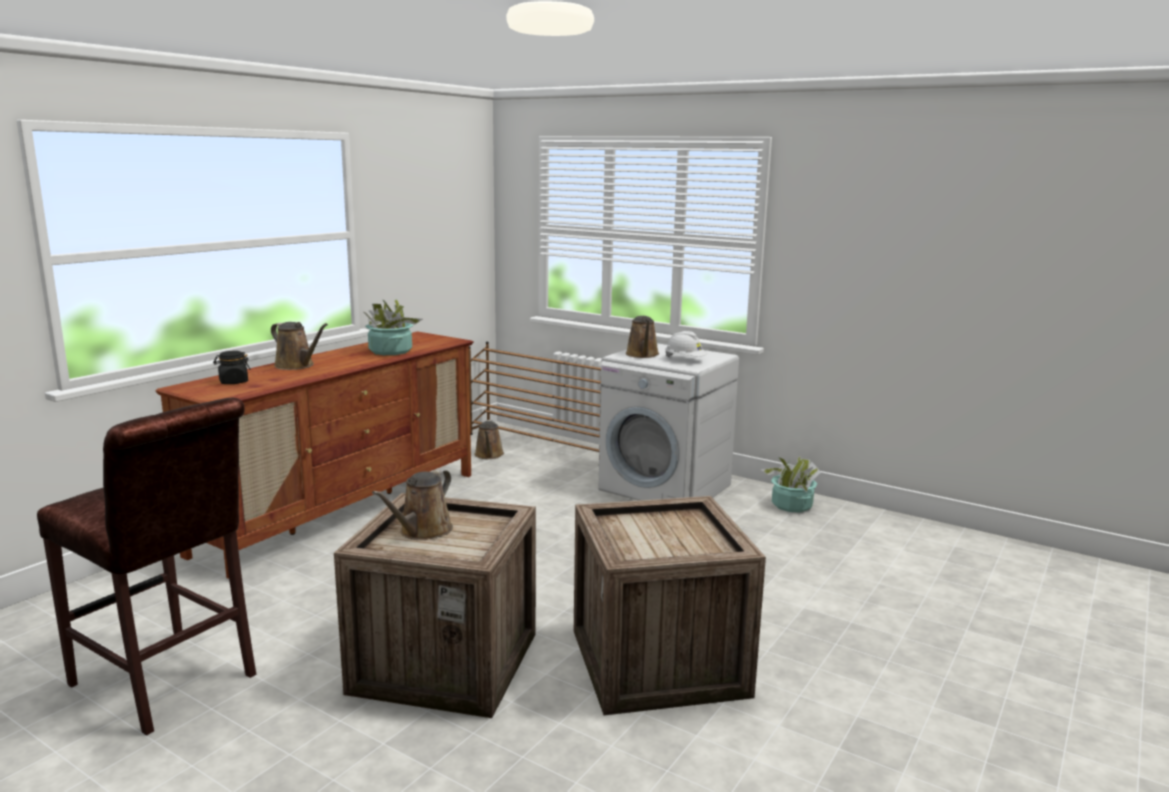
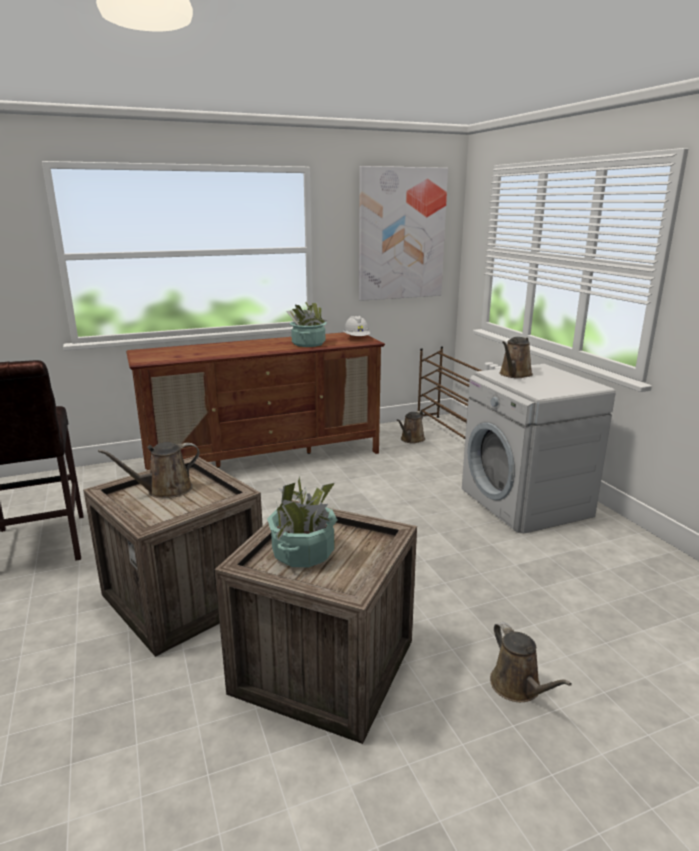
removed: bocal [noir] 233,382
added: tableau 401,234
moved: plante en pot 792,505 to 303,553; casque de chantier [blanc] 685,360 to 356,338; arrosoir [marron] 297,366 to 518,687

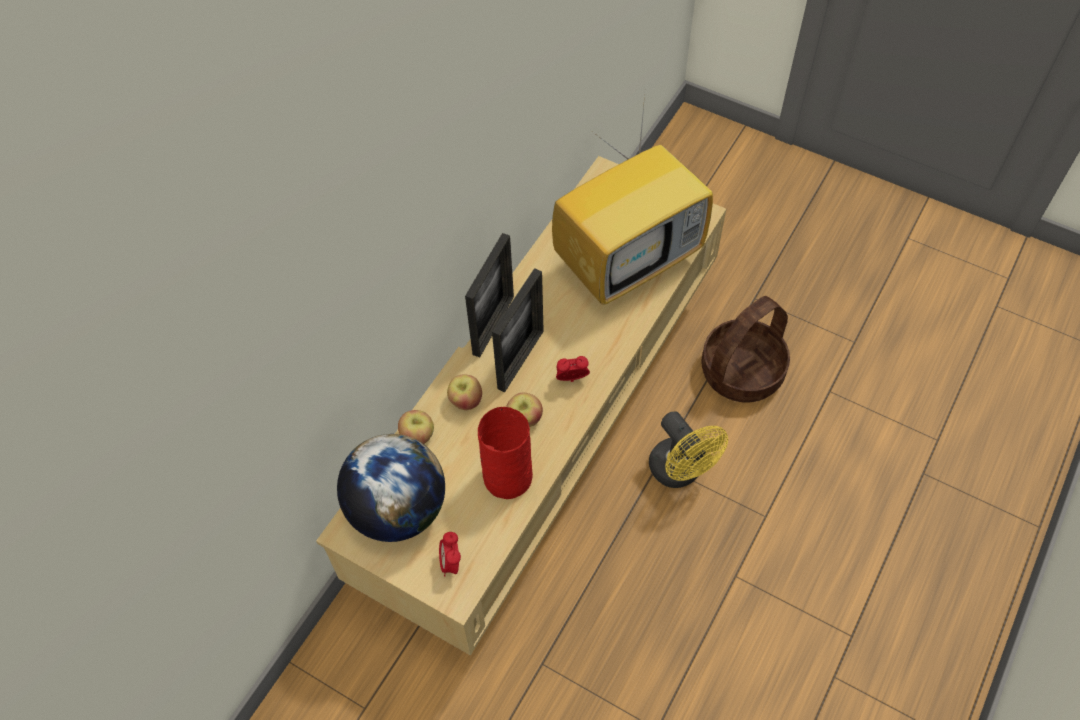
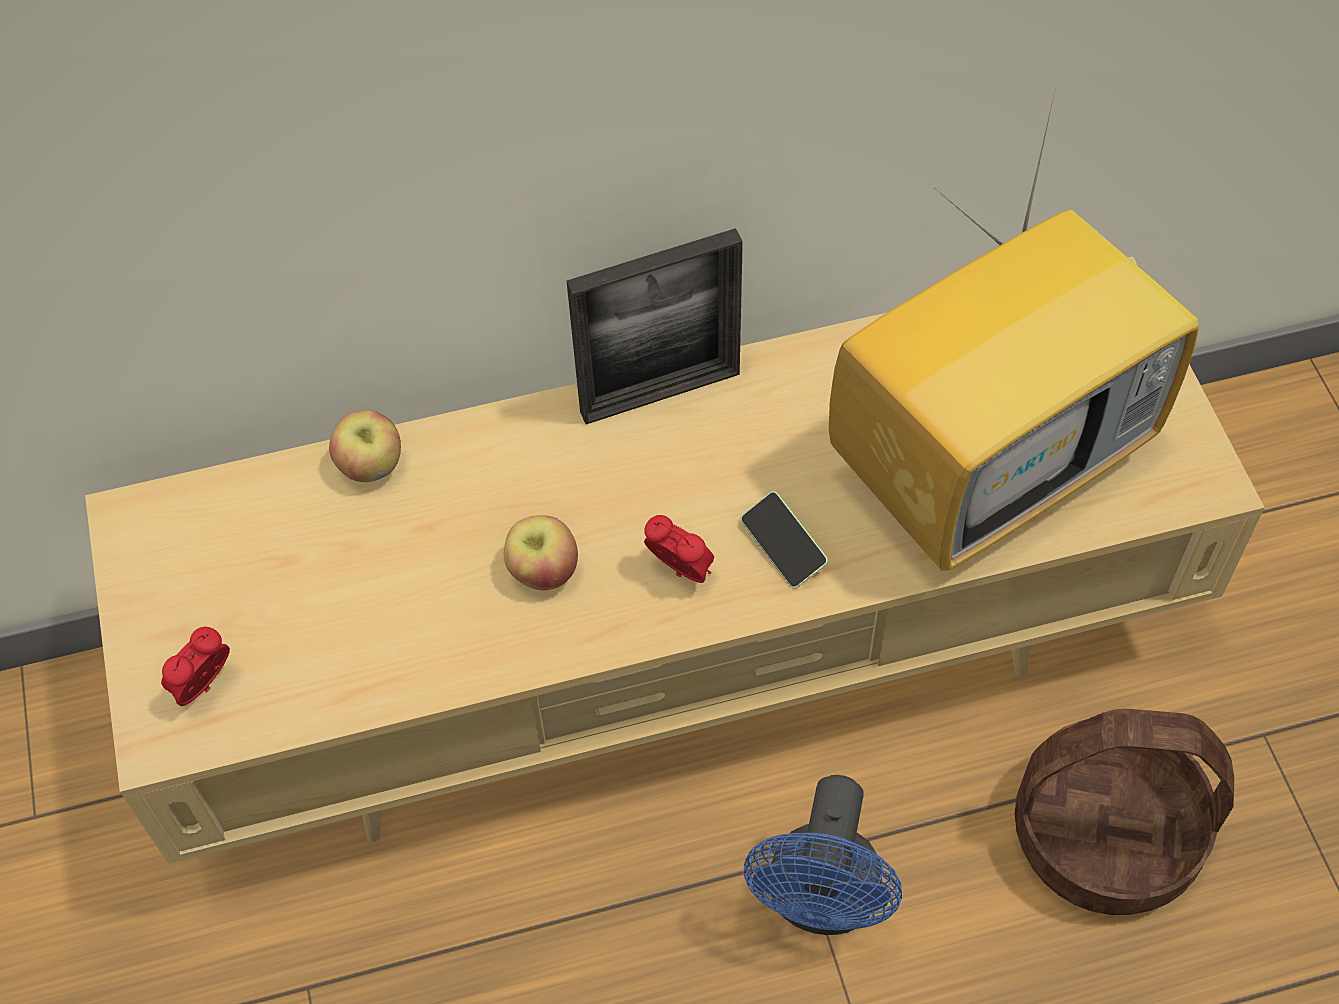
removed: globe 398,510; pomme 465,401; vase [rouge] 506,476; cadre photo 520,359
added: téléphone 783,547
recoloured: ventilateur [jaune] 681,472 to ventilateur [bleu] 822,902
turned: téléviseur 629,259 = 991,460 45 degrees counterclockwise

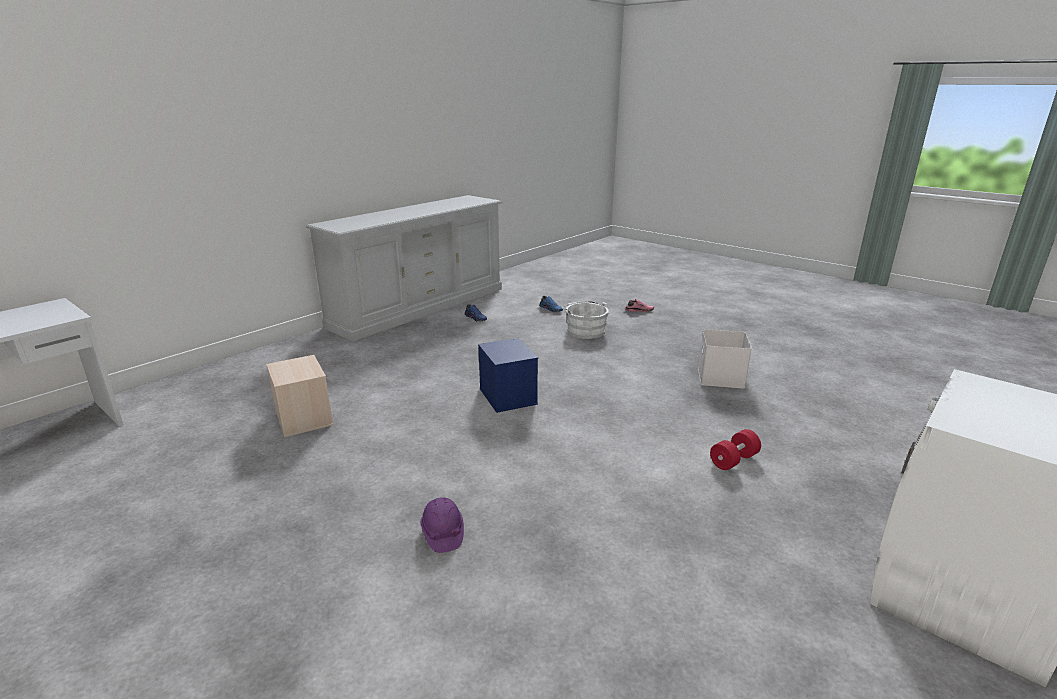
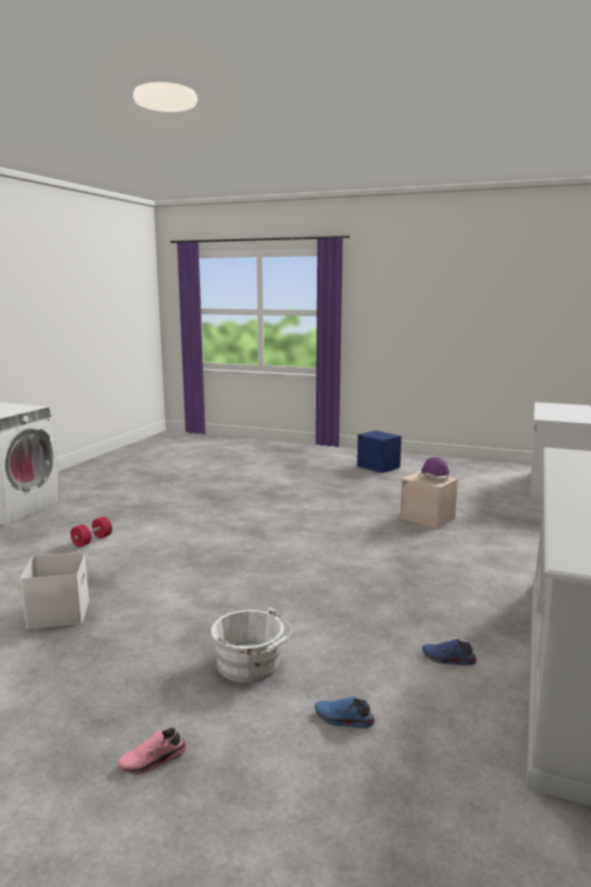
moved: boîte de rangement [bleu] 507,396 to 379,467; casque de chantier [violet] 442,533 to 433,478

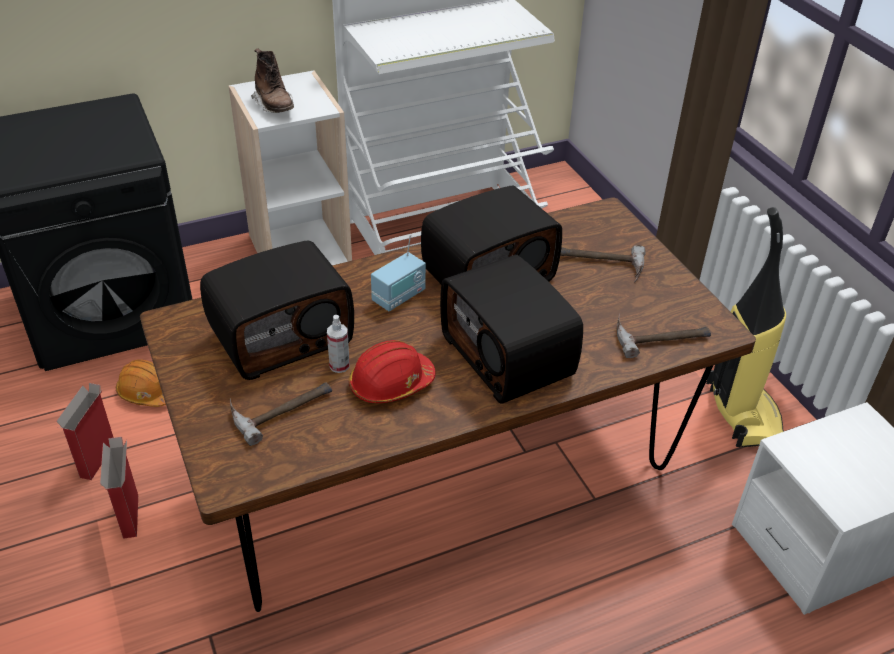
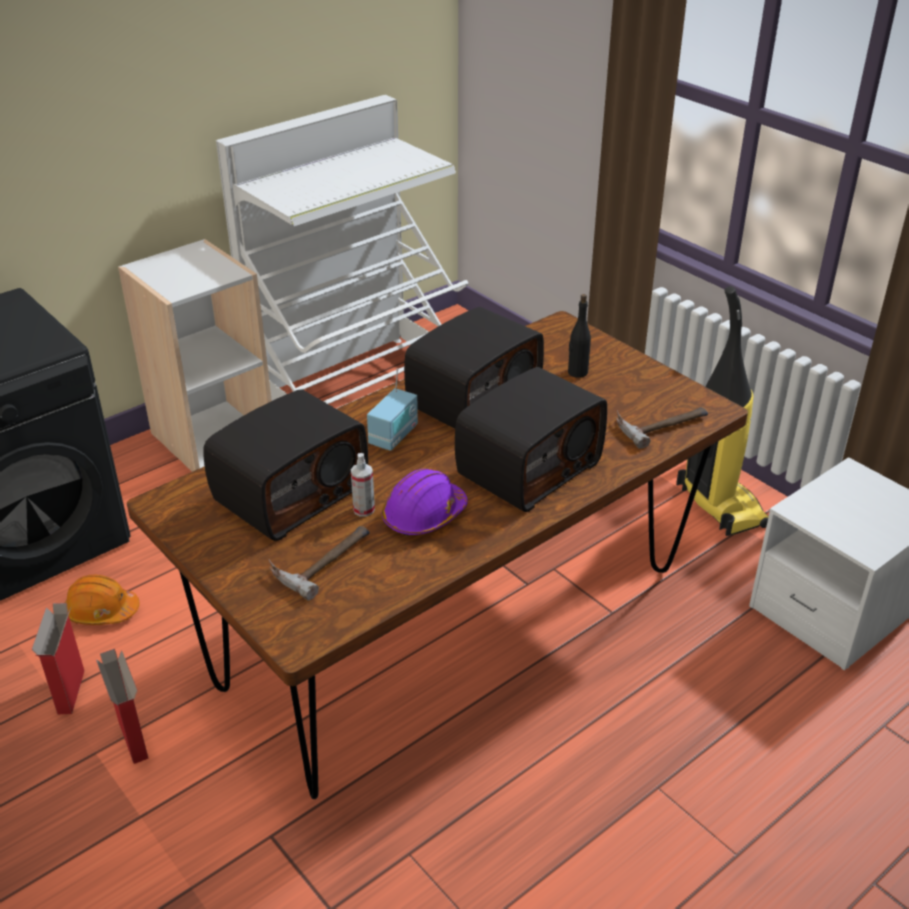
removed: botte [marron] 274,106
replaced: marteau 601,265 to bouteille [noir] 577,372
recoloured: casque de chantier [rouge] 391,384 to casque de chantier [violet] 424,516
turned: radio 509,355 = 528,468 90 degrees counterclockwise

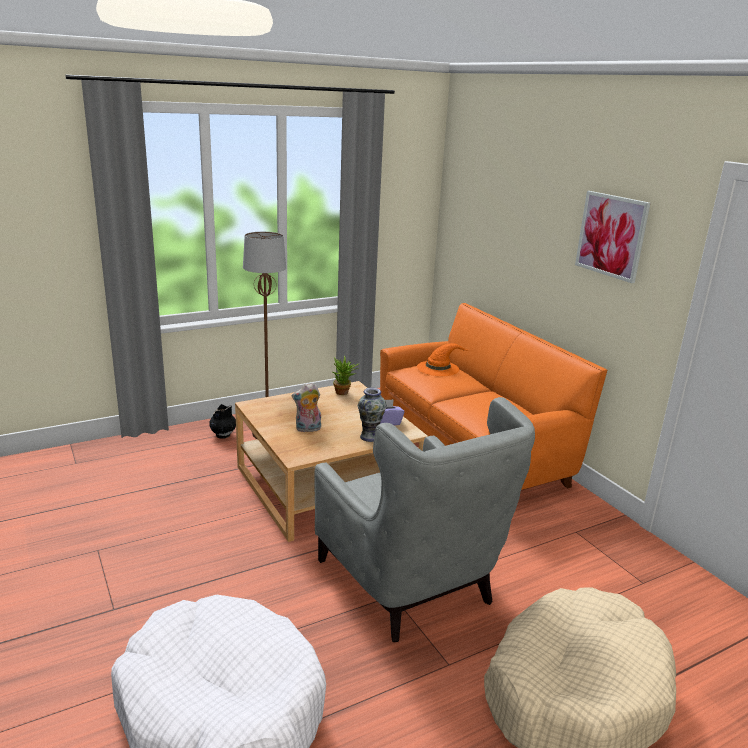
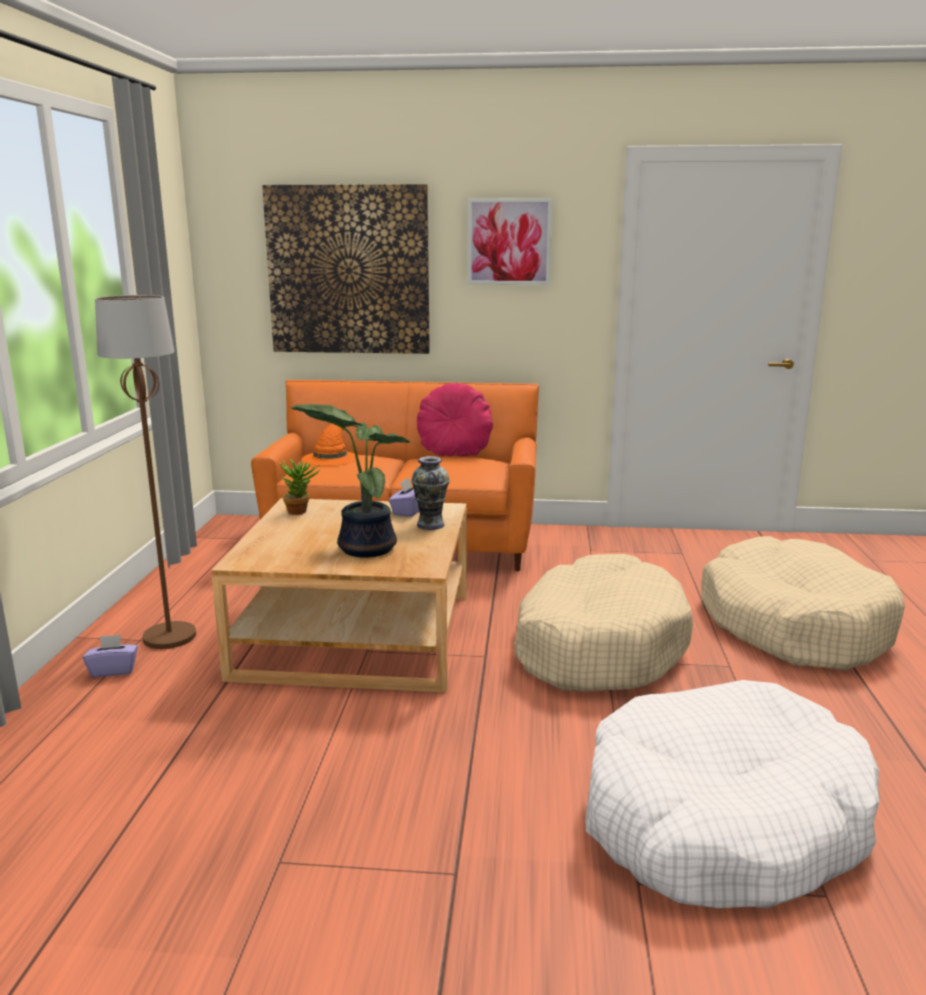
added: tableau 348,270; coussin [rose] 455,454
replaced: vase [noir] 223,435 to boîte à mouchoirs [violet] 113,670; peluche 308,429 to plante en pot 364,548; fauteuil [gris] 411,585 to panier pour chien [beige] 598,646

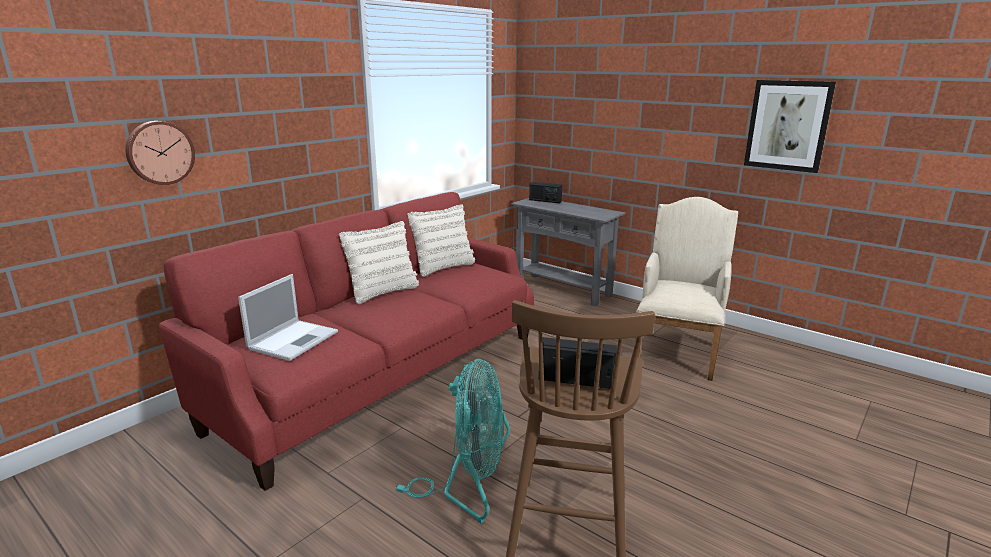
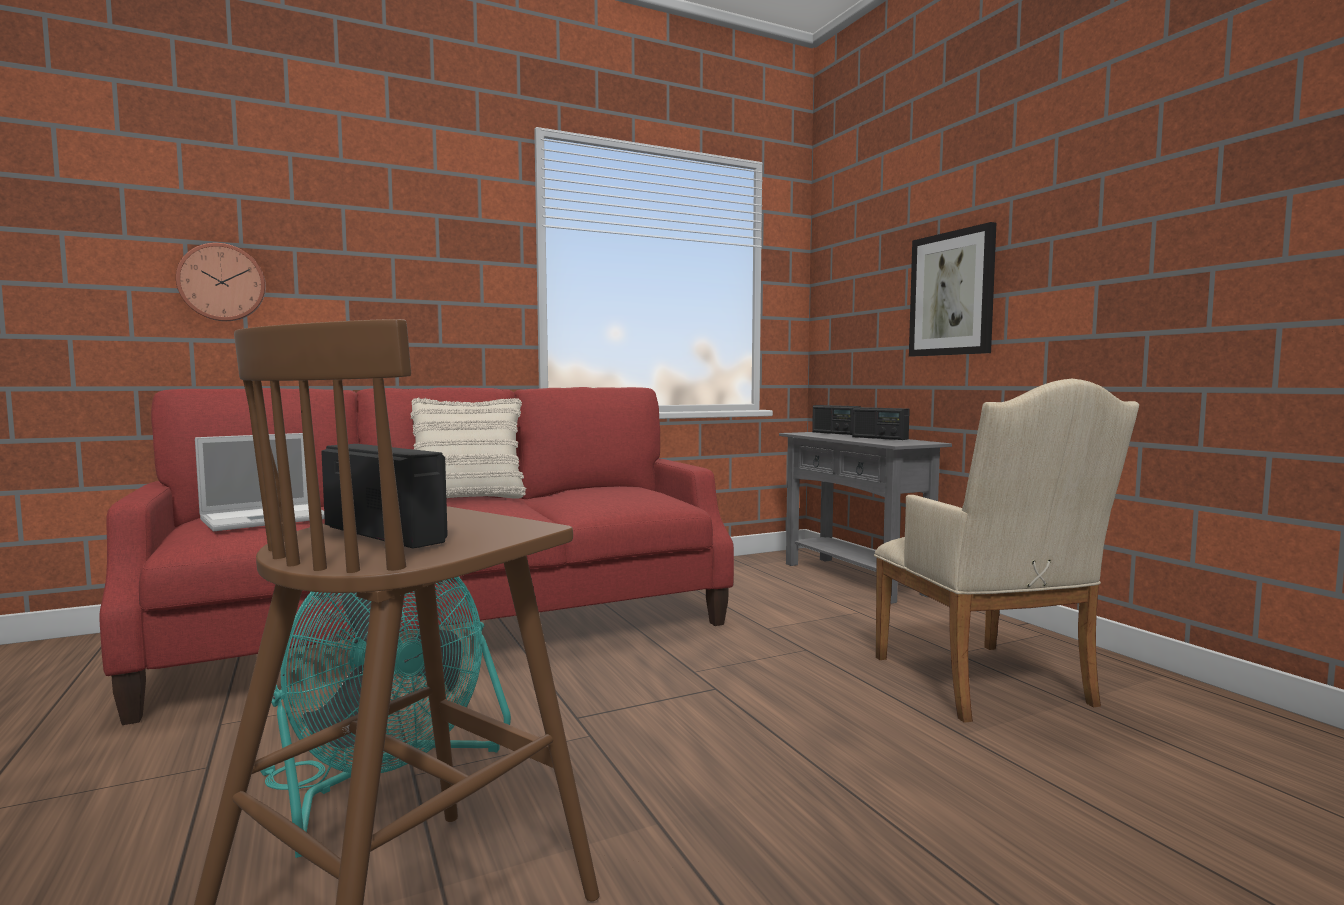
removed: coussin [beige] 443,268
added: radio 879,438
moved: tableau 787,125 to 952,294
turned: fauteuil [beige] 677,352 = 987,685 120 degrees clockwise

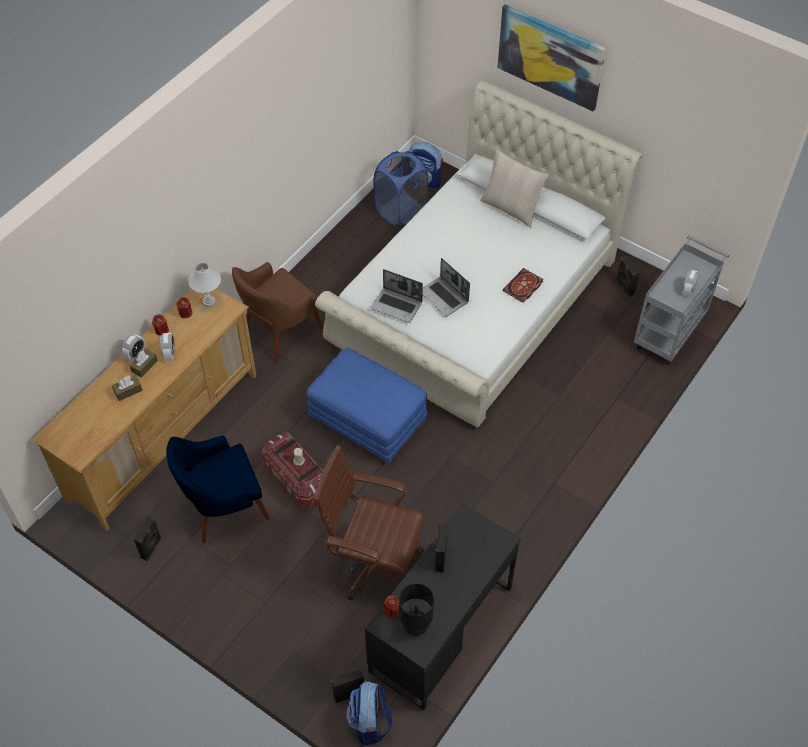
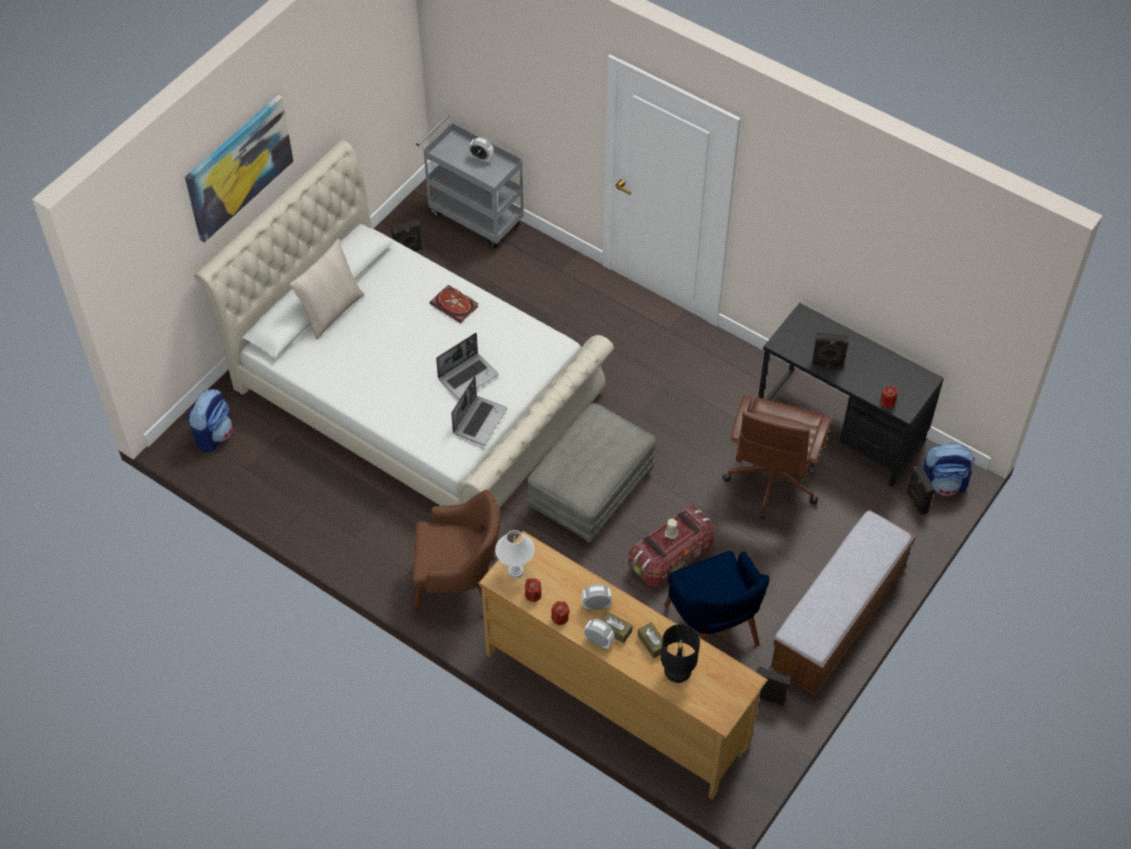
removed: panier à linge [bleu] 401,211
added: banc 838,620
moved: lampe de table [noir] 415,626 to 677,674
recoloured: pouf [bleu] 368,420 to pouf [gris] 590,490
turned: fauteuil [marron] 280,331 = 458,585 45 degrees counterclockwise

